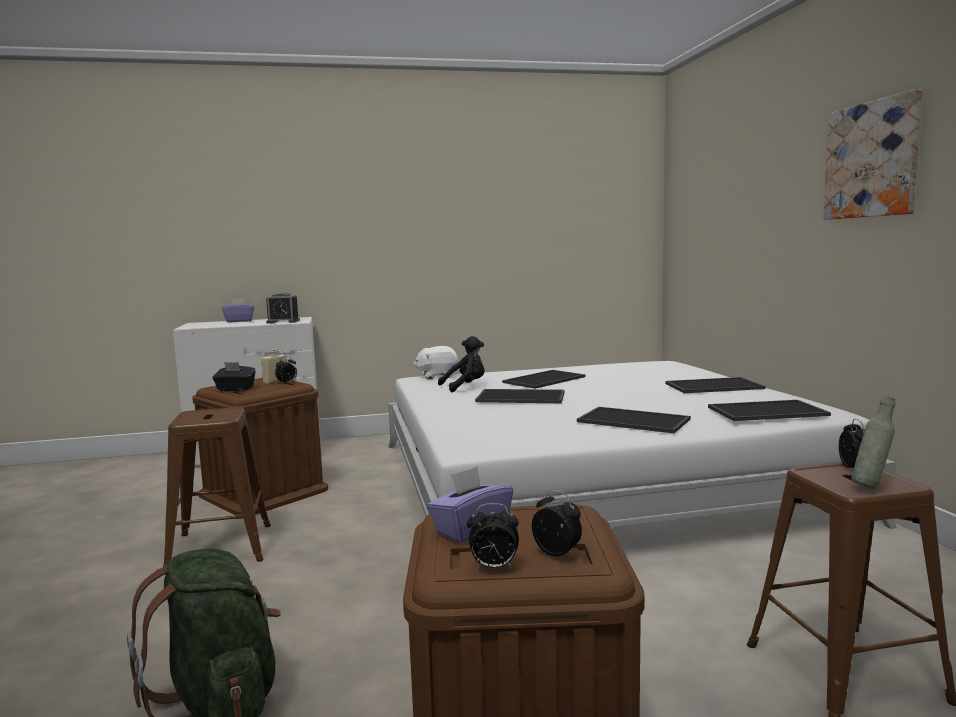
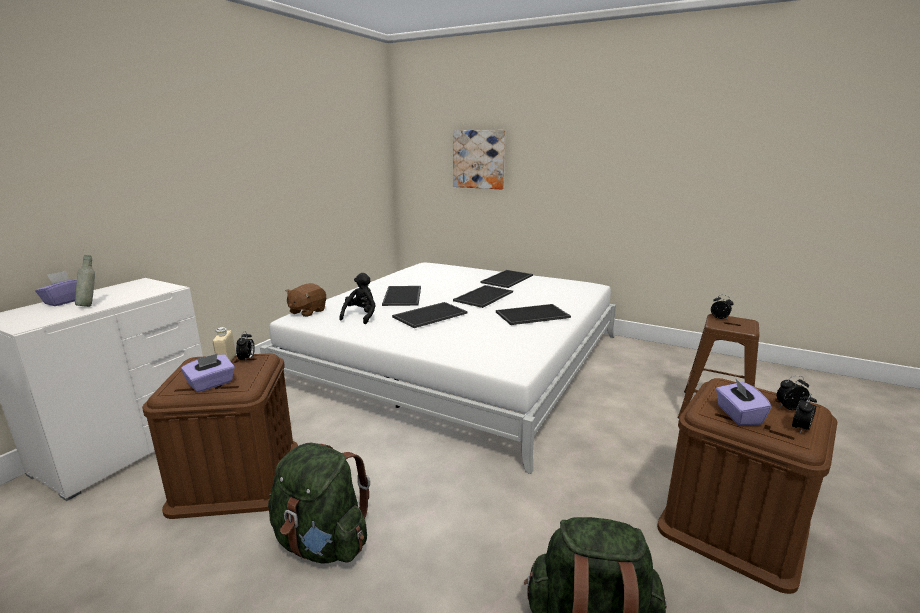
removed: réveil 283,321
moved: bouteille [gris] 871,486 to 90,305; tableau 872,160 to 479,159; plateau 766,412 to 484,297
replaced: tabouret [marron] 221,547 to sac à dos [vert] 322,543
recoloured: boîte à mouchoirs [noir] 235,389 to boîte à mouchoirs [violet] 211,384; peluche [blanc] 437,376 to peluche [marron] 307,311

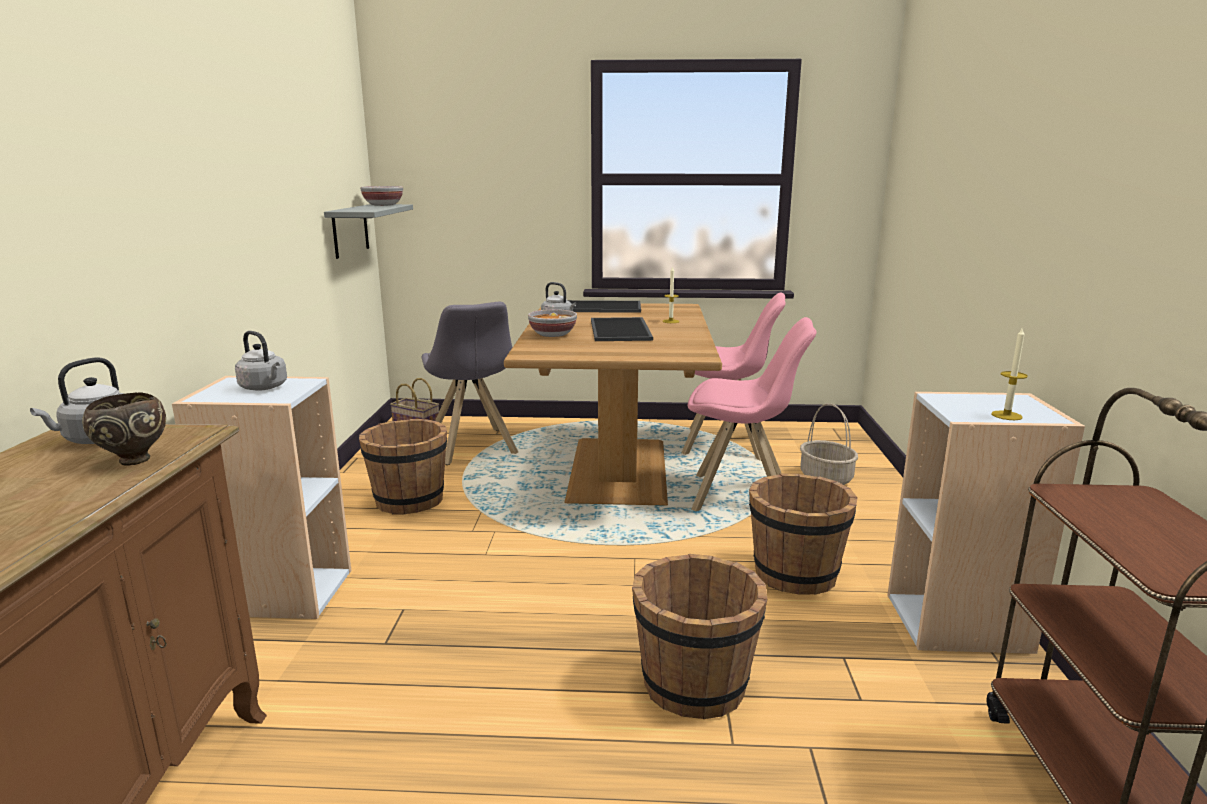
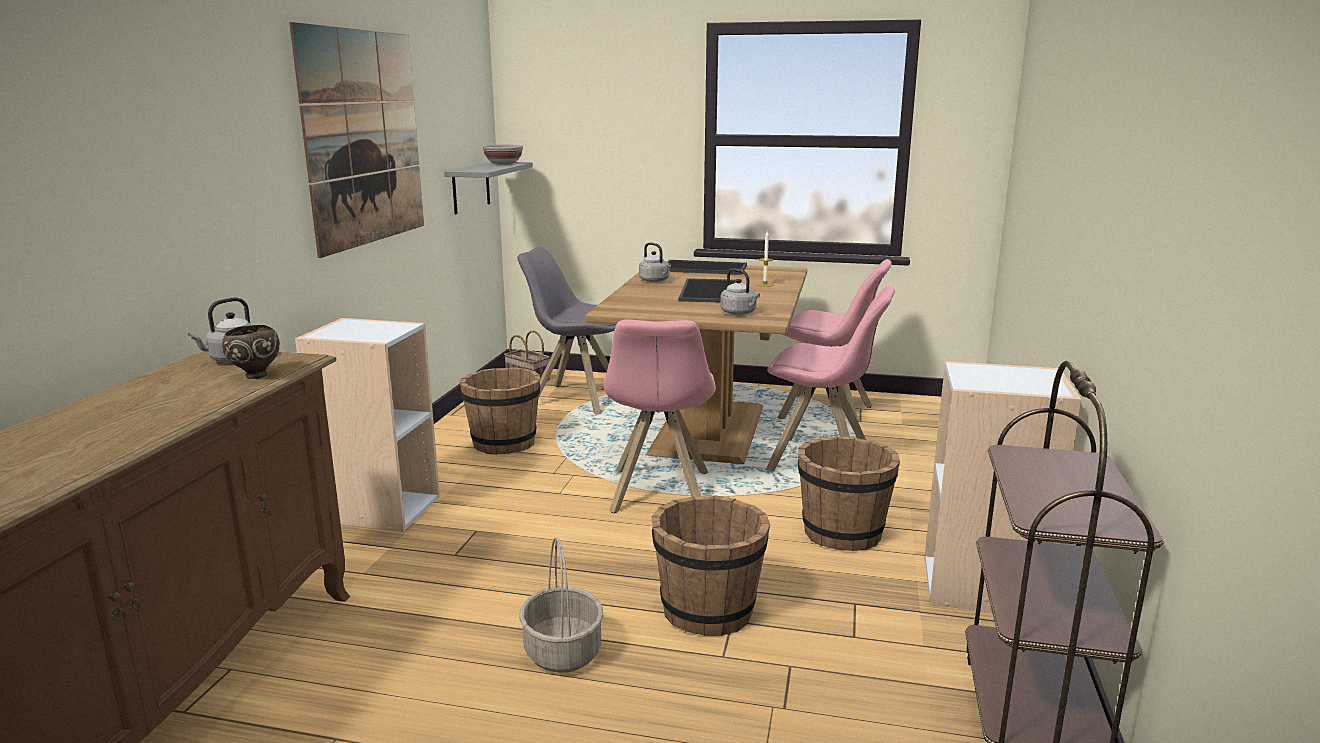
removed: bol 552,335; bougie 1006,415
added: tableau 363,138; chaise [rose] 659,492
moved: panier 825,478 to 562,651; bouilloire [gris] 265,388 to 739,313
turned: chaise [gris] 472,446 = 576,399 120 degrees clockwise

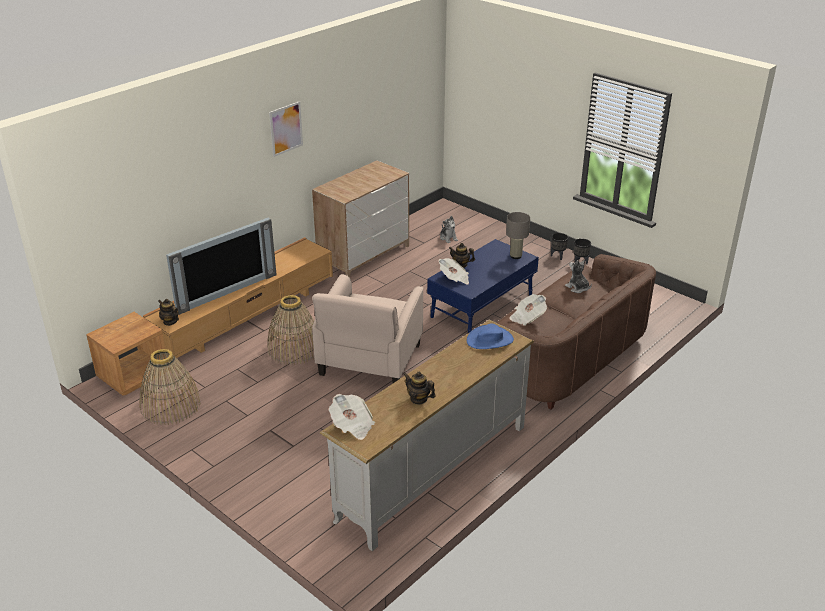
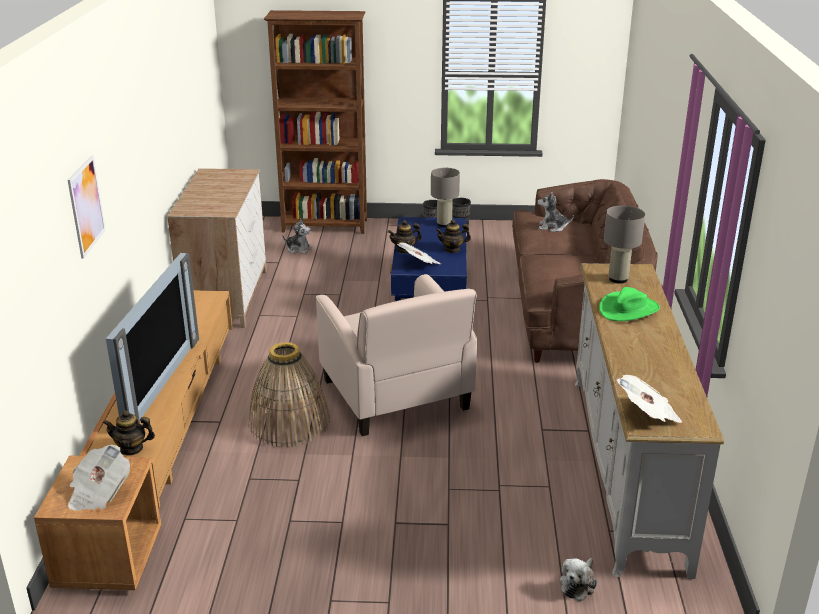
removed: panier 170,405
added: bibliothèque [marron] 325,226; peluche 578,584; chapeau [vert] 628,309
moved: tableau 286,128 to 86,206; journal 527,317 to 99,493; théière 418,399 to 452,249
replaced: chapeau [bleu] 490,340 to lampe de table [gris] 617,279

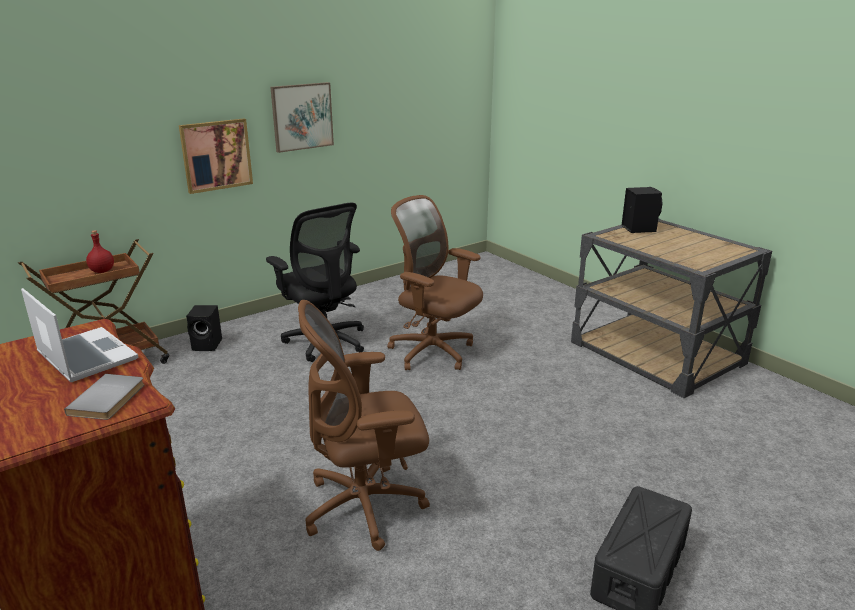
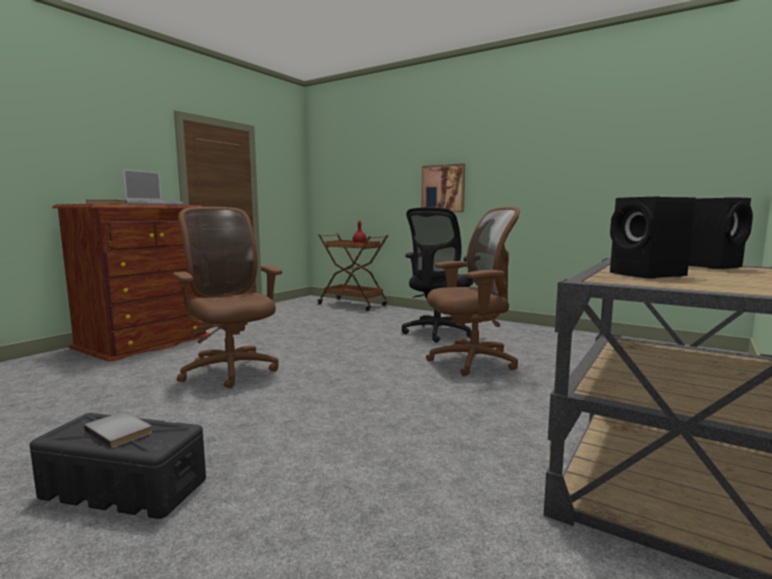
removed: tableau 302,116
added: livre [gris] 121,431
moved: enceinte [noir] 208,345 to 648,275
turned: chaise de bureau [marron] 436,353 = 468,362 60 degrees clockwise

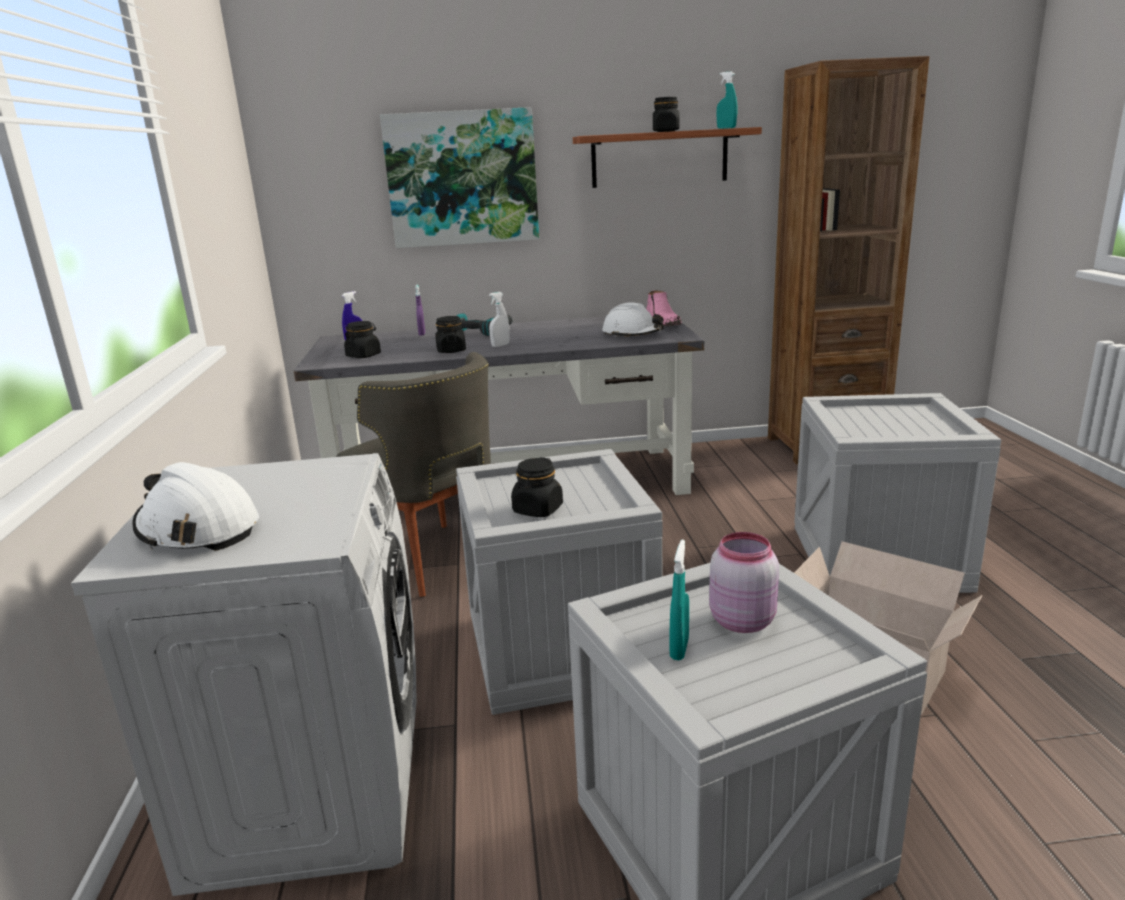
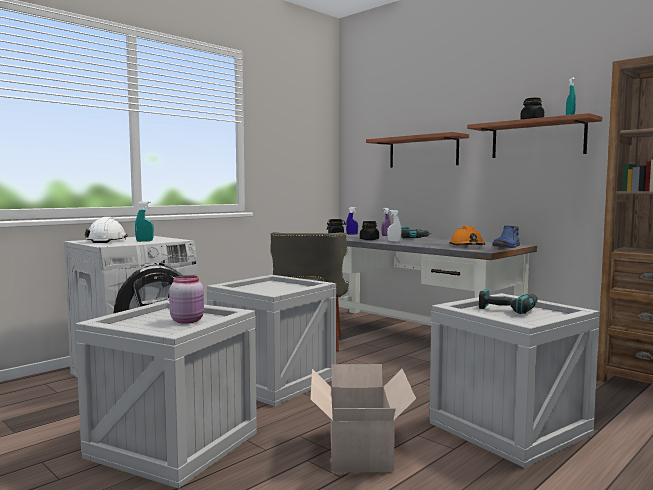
removed: bocal [noir] 537,510
added: perceuse 508,309
moved: vaporisateur [turquoise] 679,649 to 144,241
replaced: tableau 462,178 to étagère 423,152
recoloured: casque de chantier [blanc] 632,334 to casque de chantier [orange] 467,247; botte [rose] 664,323 to botte [bleu] 507,247

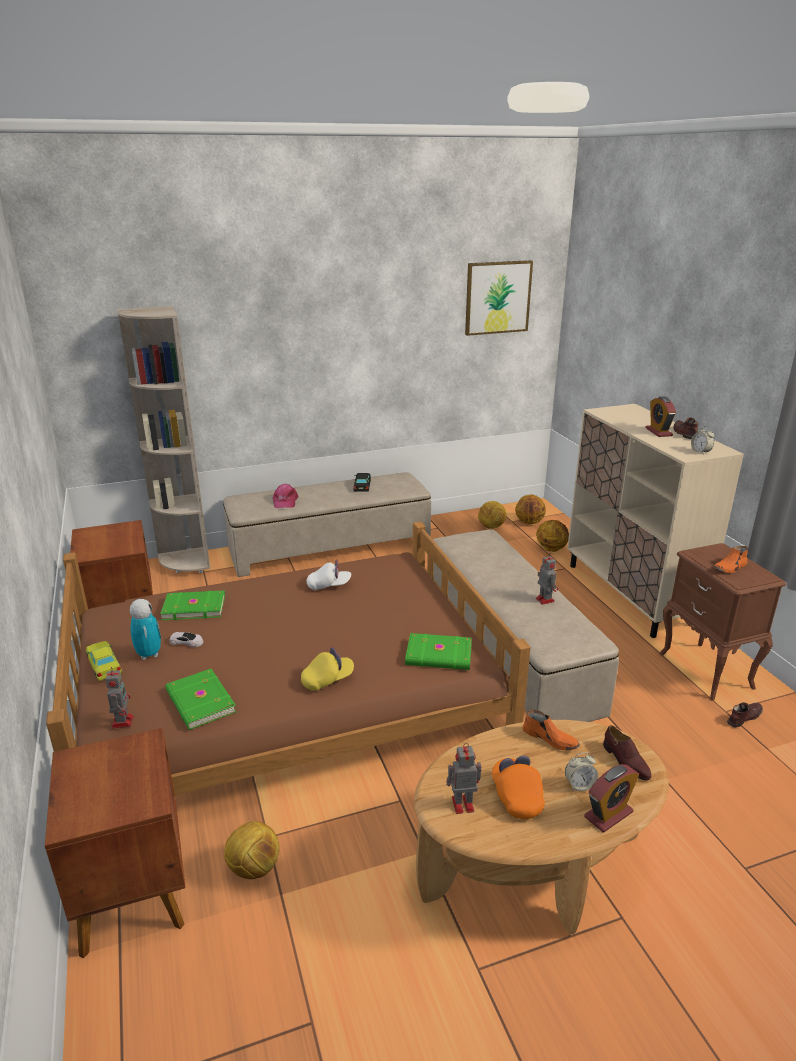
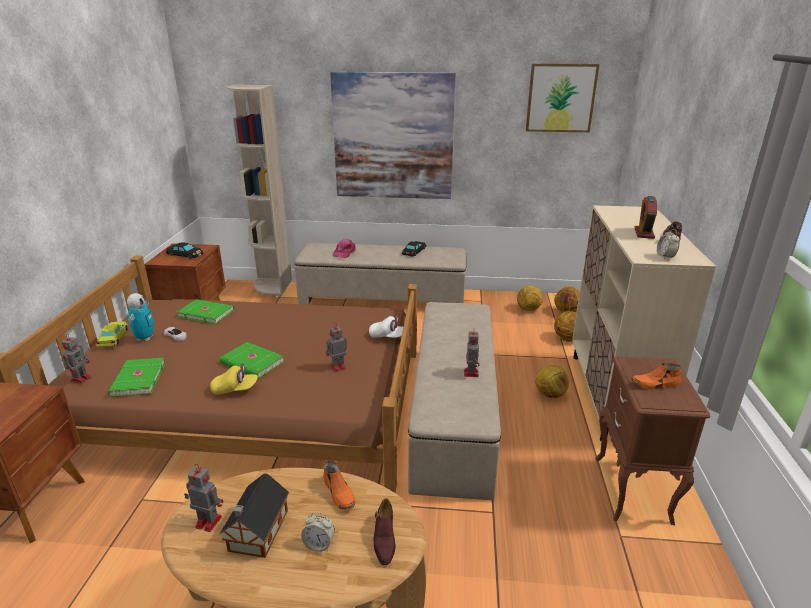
removed: réveil 608,814; chaussure [marron] 743,717
added: petite voiture [noir] 185,254; robot jouet 337,367; tableau 393,137
moved: livre [vert] 439,655 to 251,363; casquette [blanc] 329,585 to 388,336; ballon de foot 254,868 to 549,394
replaced: casquette [orange] 516,796 to maison miniature 257,532

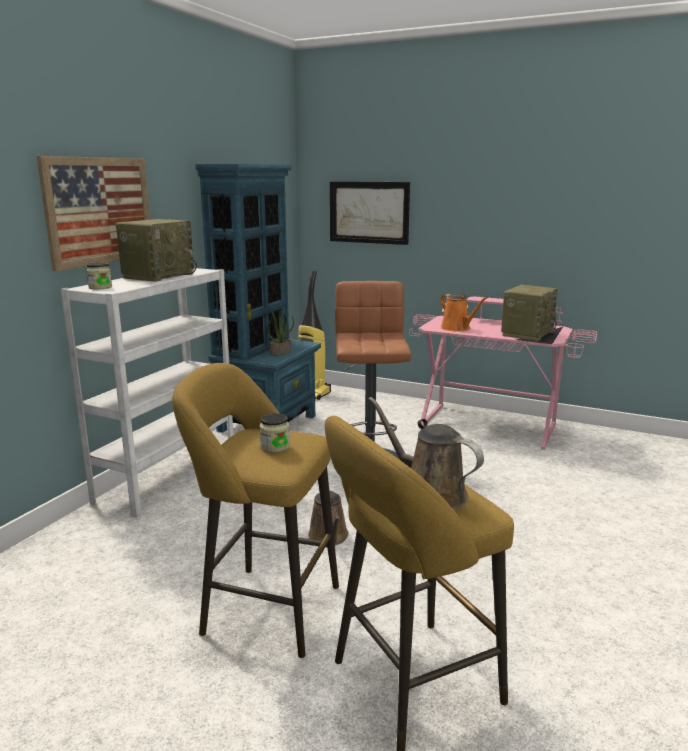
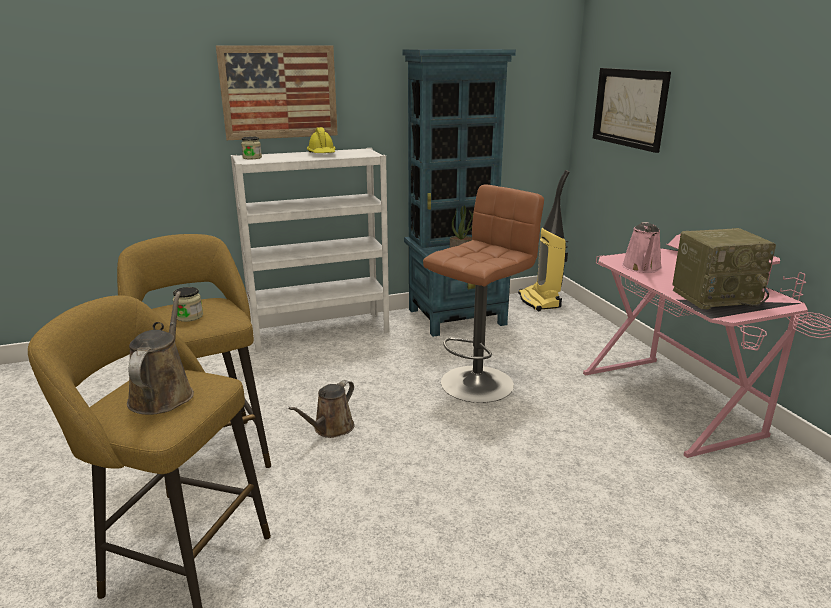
replaced: radio 159,275 to casque de chantier [jaune] 322,154
recoloured: arrosoir [orange] 457,328 to arrosoir [rose] 642,268

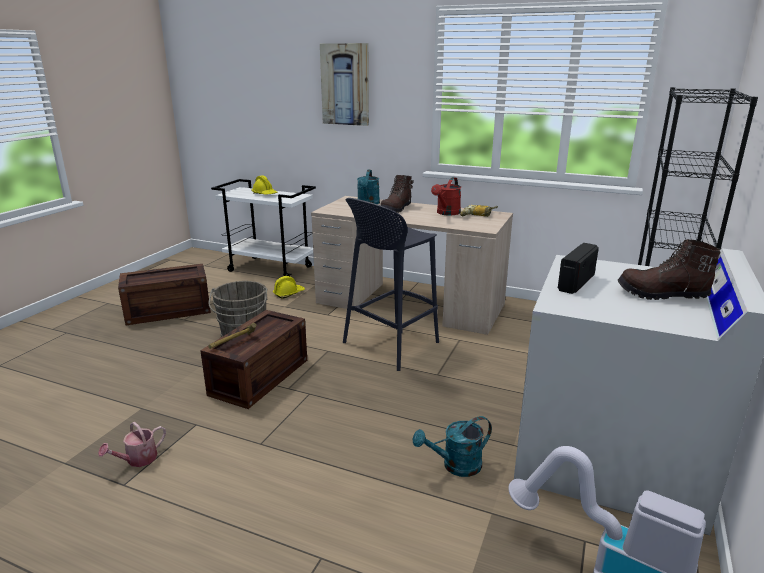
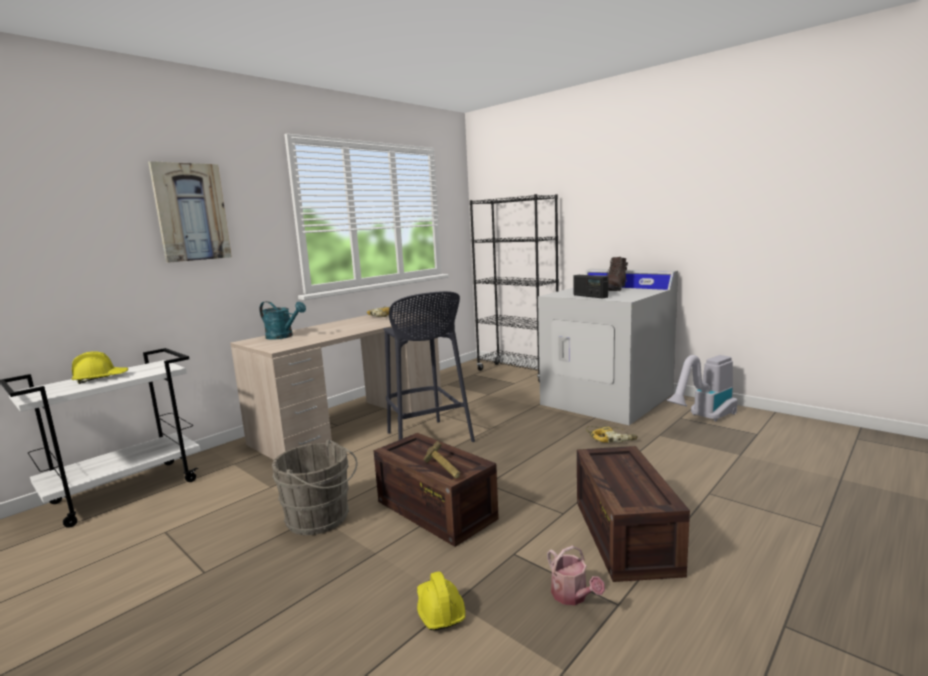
removed: botte [marron] 396,209; arrosoir [rouge] 446,213
moved: casque de chantier [jaune] 288,293 to 439,609; caisse 169,310 to 622,534
replaced: arrosoir [turquoise] 455,466 to perceuse 611,438

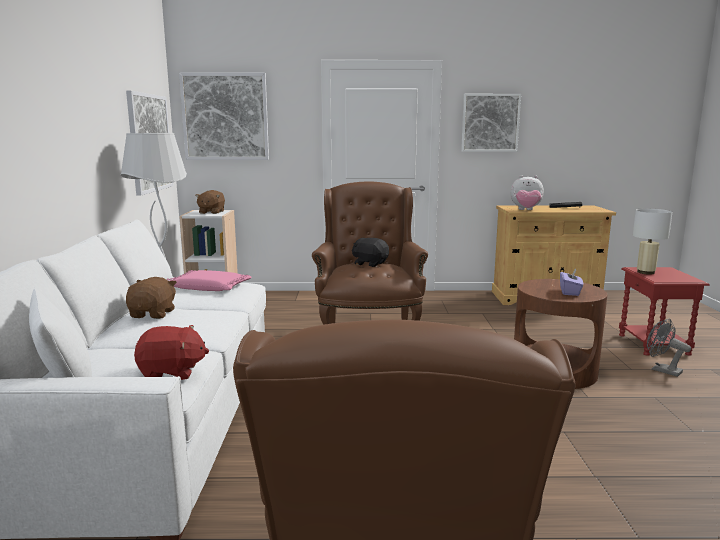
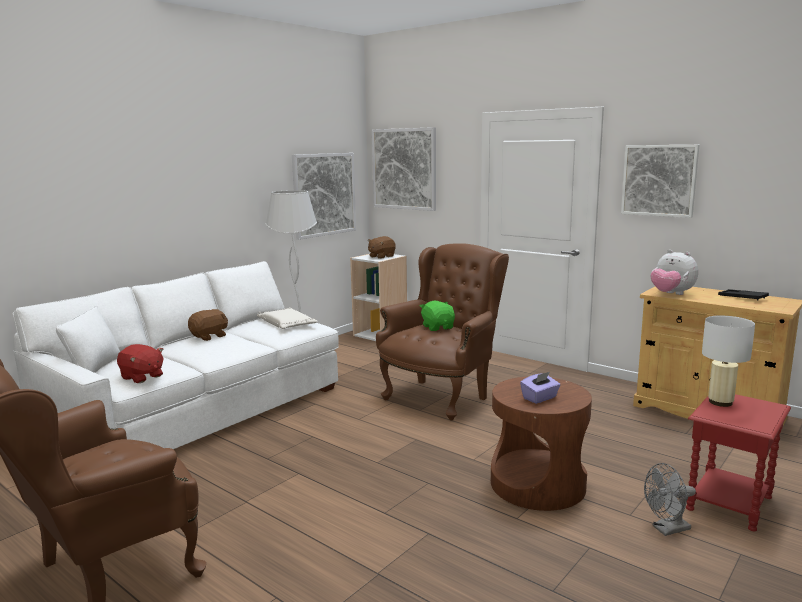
recoloured: coussin [rose] 209,286 to coussin [blanc] 286,323; peluche [noir] 370,263 to peluche [vert] 438,327
turned: ventilateur [gris] 661,370 = 667,529 105 degrees counterclockwise

